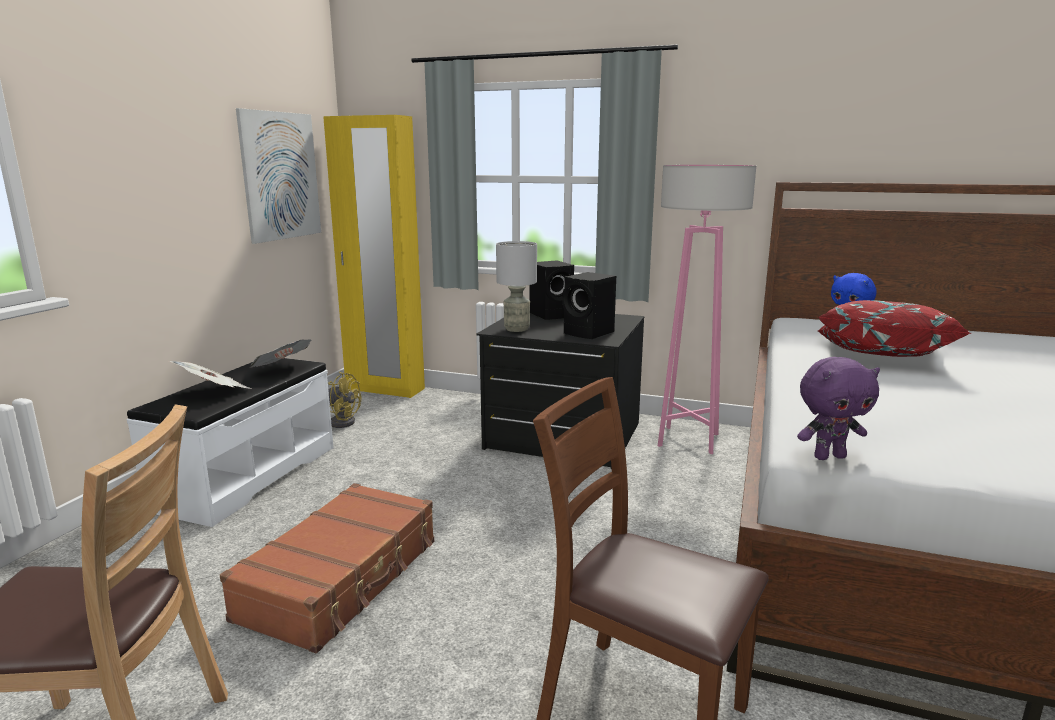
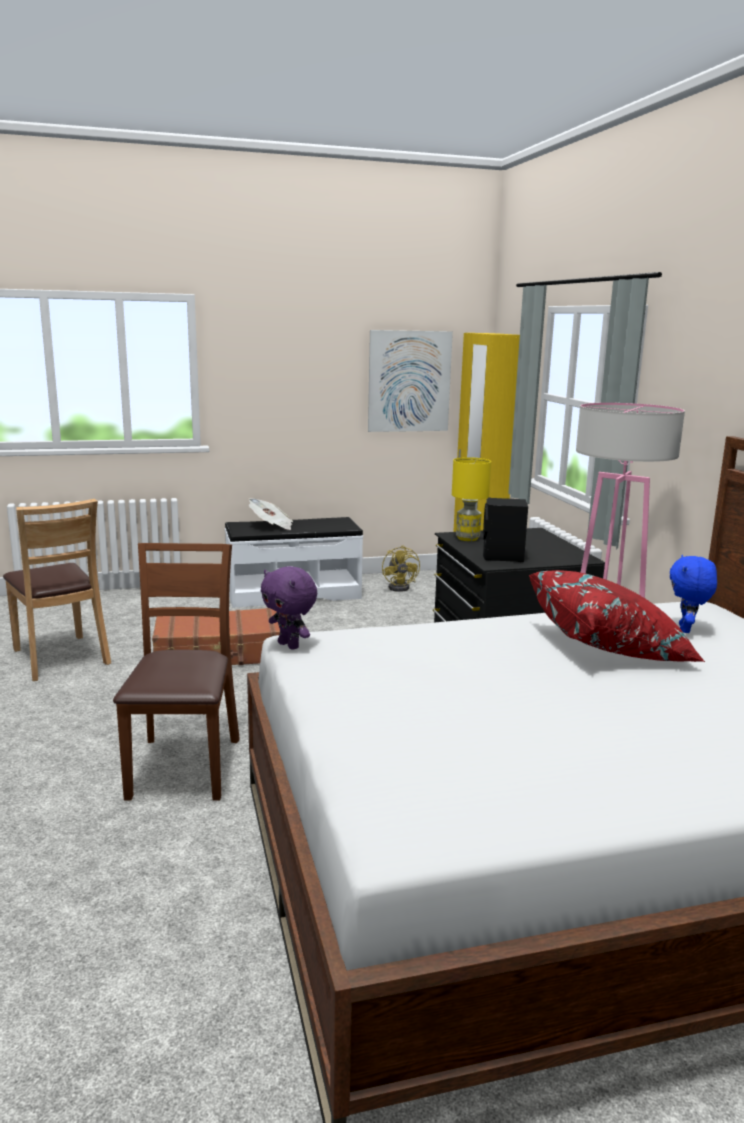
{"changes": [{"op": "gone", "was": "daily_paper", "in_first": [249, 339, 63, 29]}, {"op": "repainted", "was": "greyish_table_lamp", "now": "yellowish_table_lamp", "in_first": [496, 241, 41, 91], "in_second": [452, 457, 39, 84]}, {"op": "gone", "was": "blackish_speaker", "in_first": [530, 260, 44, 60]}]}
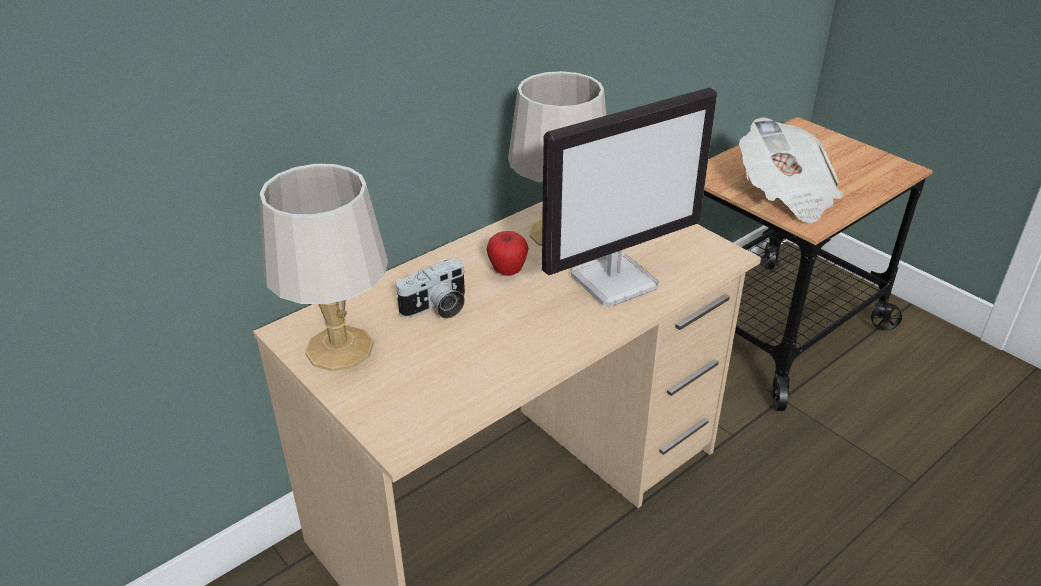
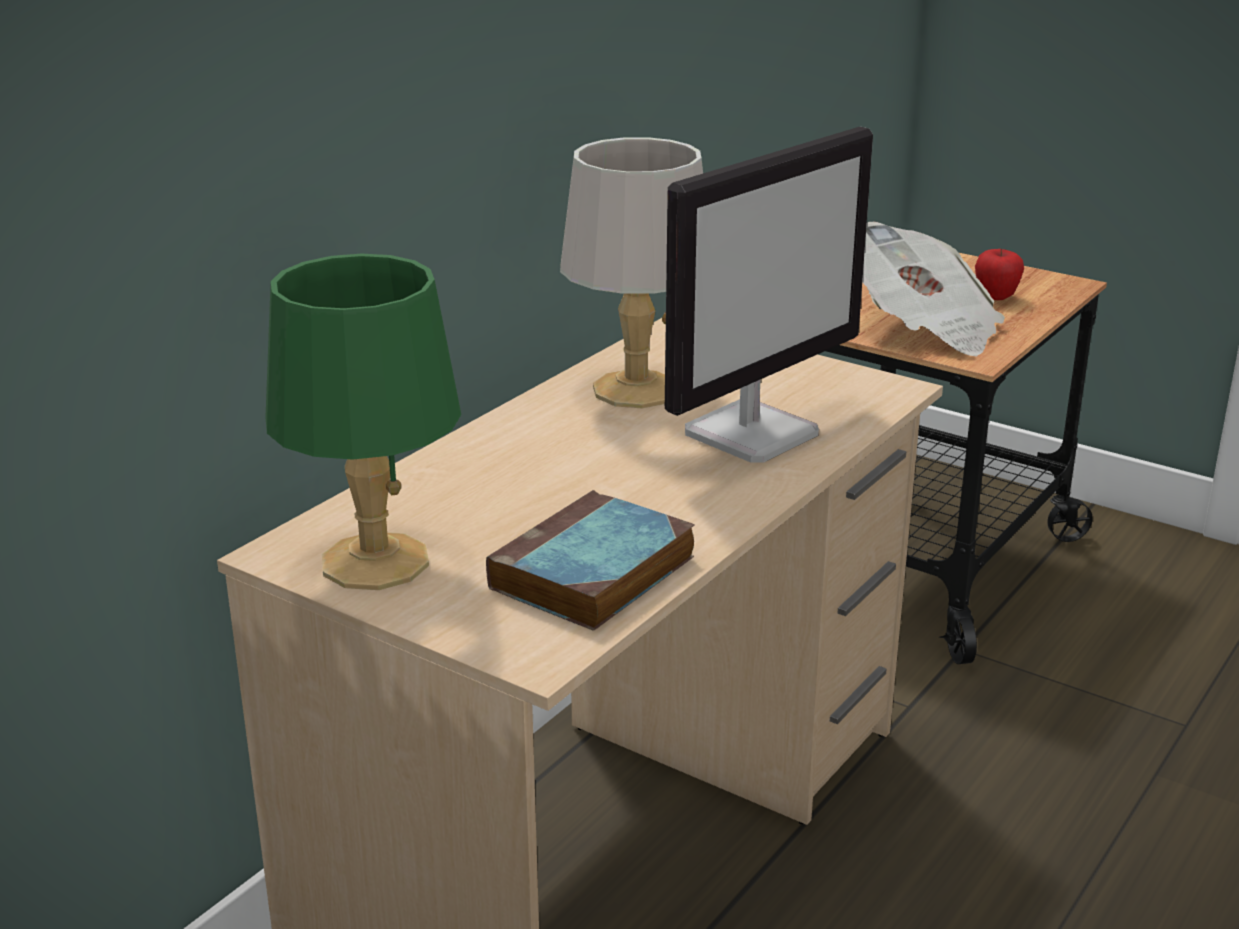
{"changes": [{"op": "repainted", "was": "greyish_table_lamp", "now": "green_table_lamp", "in_first": [260, 164, 128, 207], "in_second": [265, 254, 196, 336]}, {"op": "gone", "was": "photo_camera", "in_first": [395, 258, 70, 61]}, {"op": "shifted", "was": "apple_fruit", "in_first": [486, 231, 43, 45], "in_second": [975, 249, 49, 51]}, {"op": "new", "now": "bound_book", "in_second": [486, 490, 209, 141]}]}
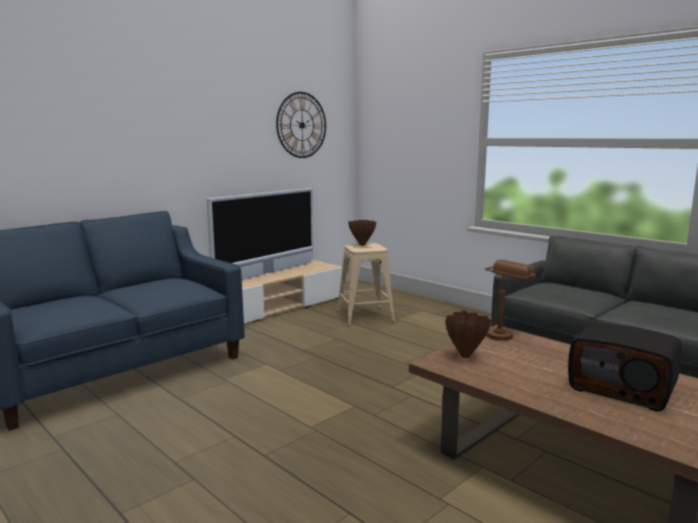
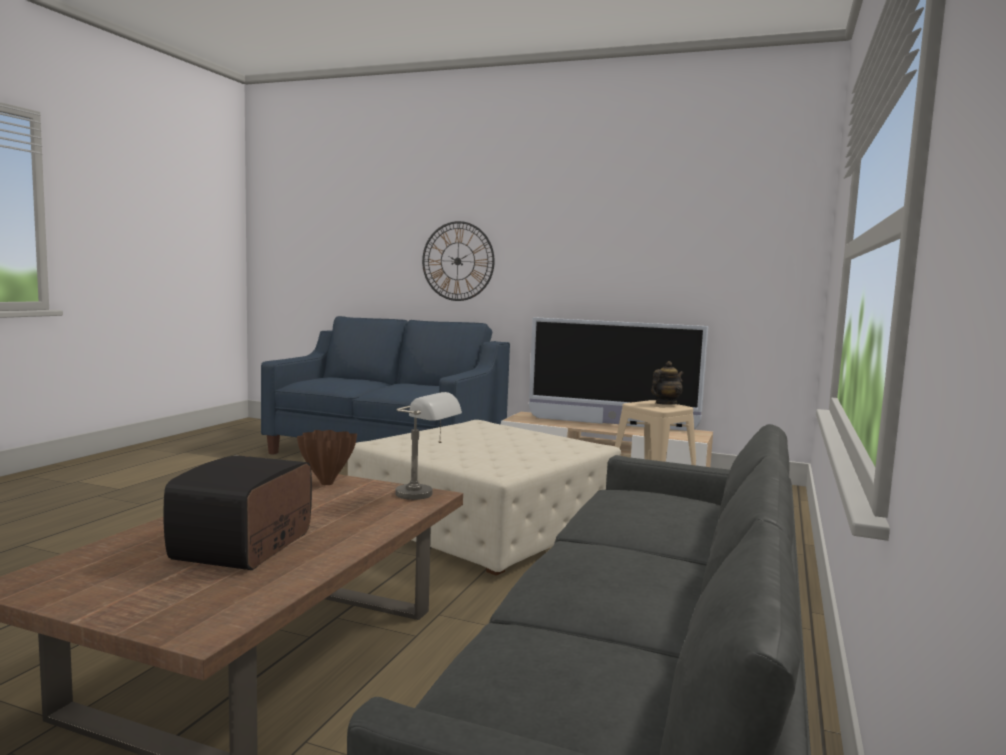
{"changes": [{"op": "shifted", "was": "wall_clock", "in_first": [276, 92, 50, 66], "in_second": [422, 221, 73, 80]}, {"op": "swapped", "was": "brown_flower_vase", "now": "teapot", "in_first": [348, 220, 28, 26], "in_second": [651, 361, 33, 44]}, {"op": "repainted", "was": "brown_table_lamp", "now": "greyish_table_lamp", "in_first": [485, 260, 51, 81], "in_second": [395, 392, 67, 108]}, {"op": "new", "now": "beige_footrest", "in_second": [348, 420, 273, 156]}]}
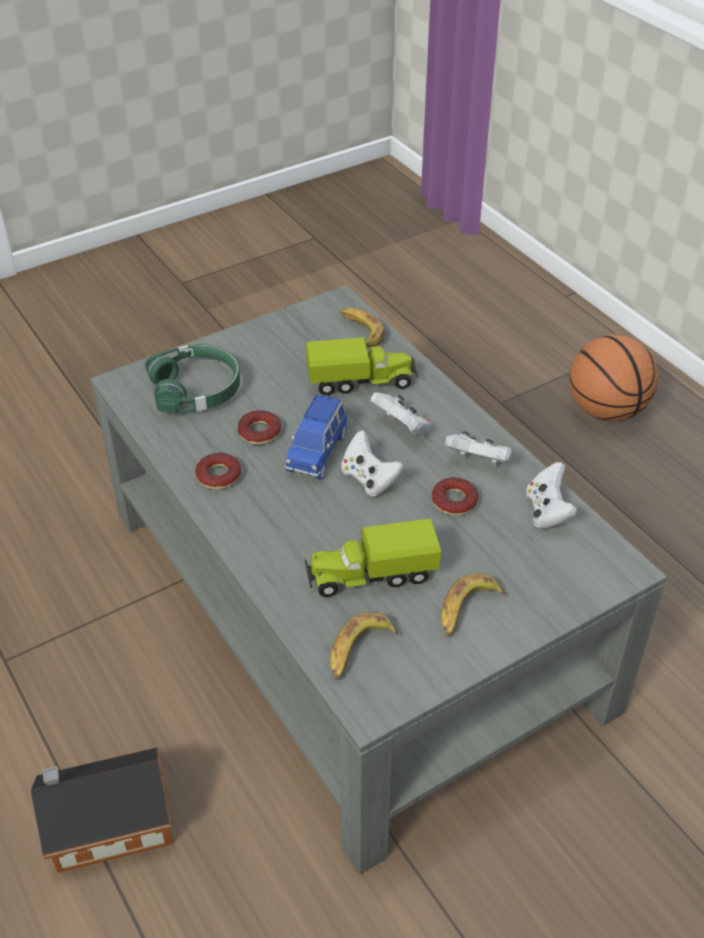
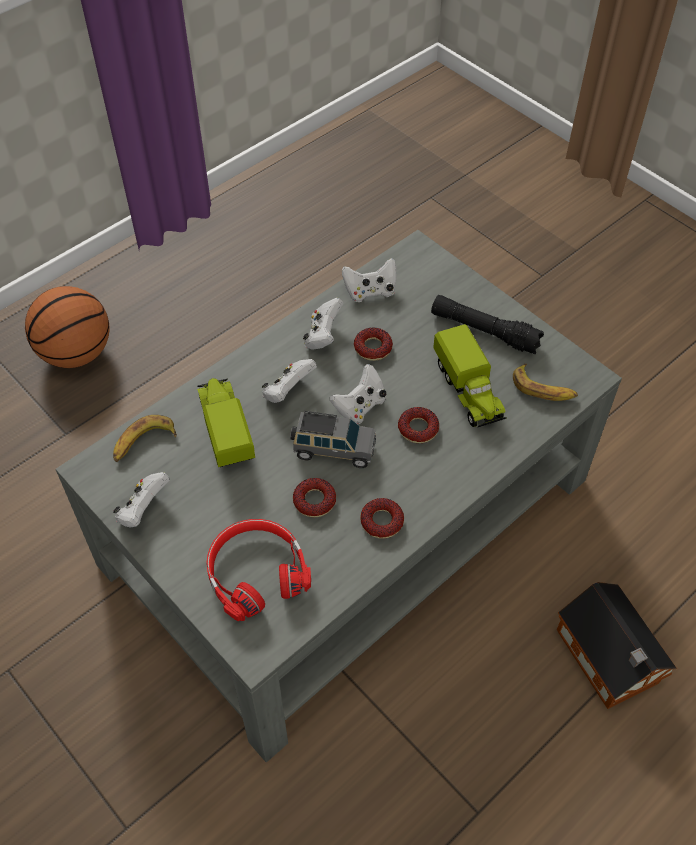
{"changes": [{"op": "repainted", "was": "green_pair_of_headphones", "now": "red-coloured_pair_of_headphones", "in_first": [145, 344, 95, 69], "in_second": [206, 519, 105, 102]}, {"op": "repainted", "was": "bluish_model_car", "now": "greyish_model_car", "in_first": [285, 394, 62, 85], "in_second": [291, 411, 85, 57]}, {"op": "swapped", "was": "banana", "now": "blackish_torch", "in_first": [441, 574, 64, 63], "in_second": [431, 295, 113, 59]}, {"op": "new", "now": "whitish_gamepad", "in_second": [113, 472, 57, 55]}, {"op": "new", "now": "doughnut", "in_second": [398, 407, 41, 36]}]}
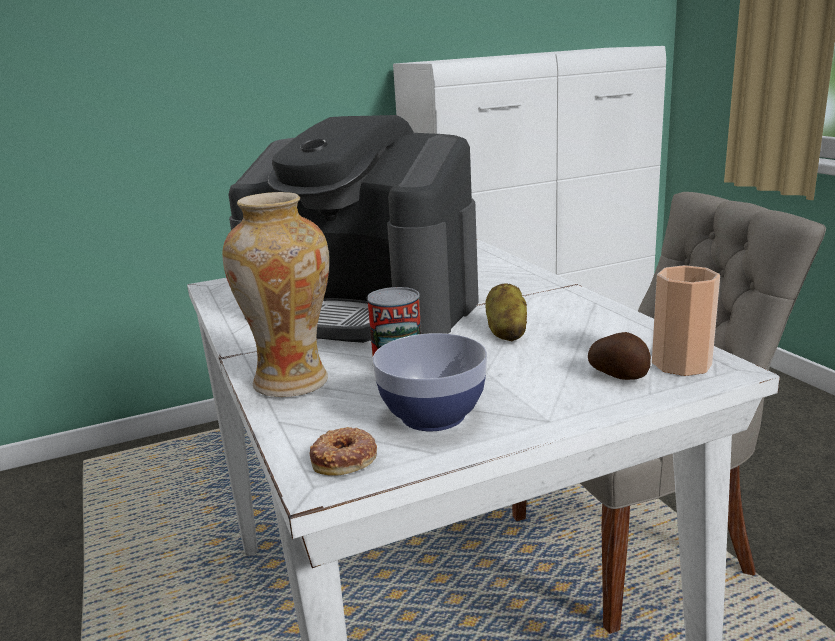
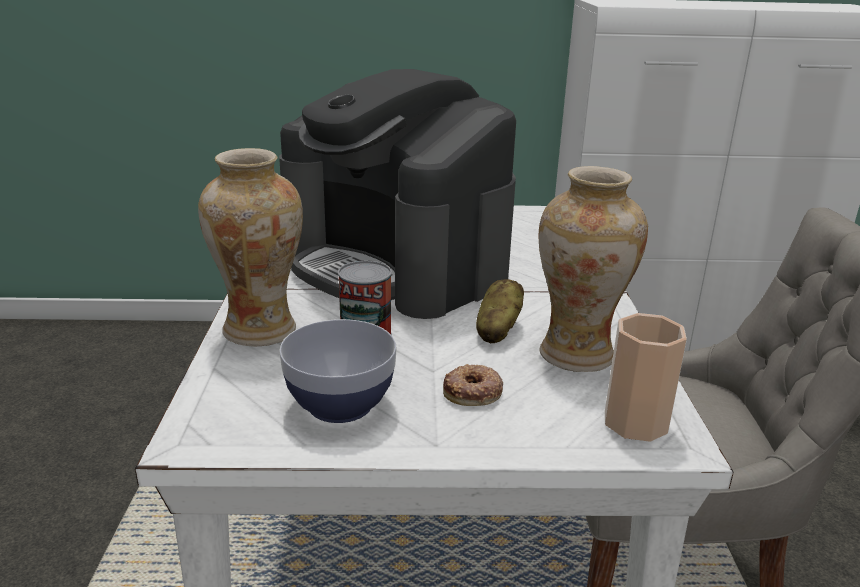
{"changes": [{"op": "shifted", "was": "doughnut", "in_first": [309, 427, 68, 49], "in_second": [443, 364, 60, 42]}, {"op": "gone", "was": "whole_potato", "in_first": [588, 332, 63, 48]}, {"op": "new", "now": "flower_vase", "in_second": [539, 166, 109, 206]}]}
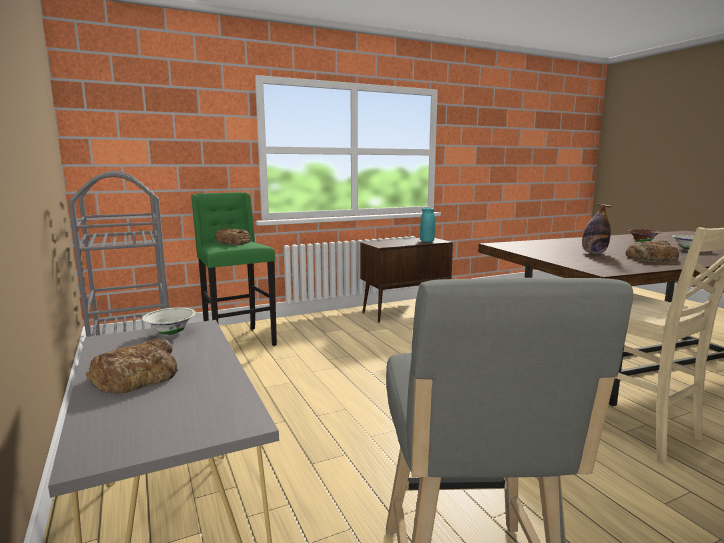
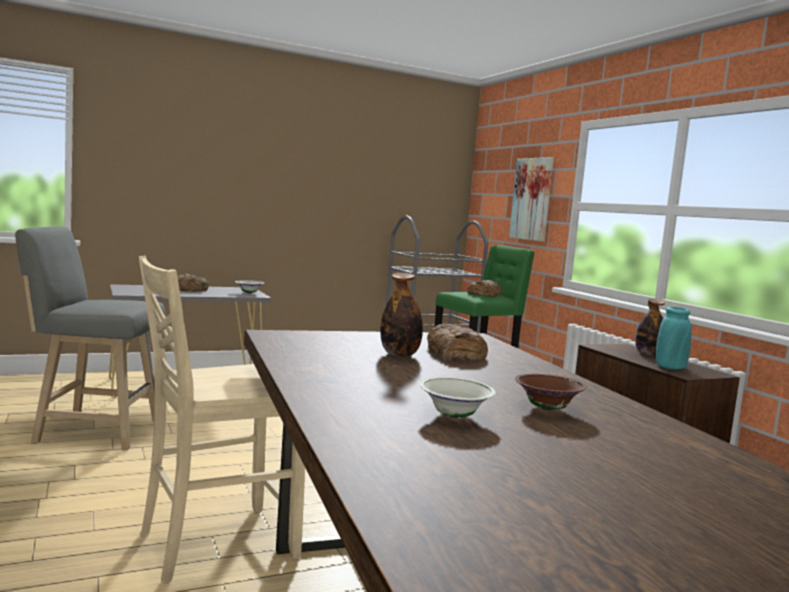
{"changes": [{"op": "shifted", "was": "bread", "in_first": [626, 241, 53, 21], "in_second": [427, 324, 61, 37]}, {"op": "new", "now": "picture", "in_second": [509, 157, 45, 85]}, {"op": "new", "now": "bottle", "in_second": [635, 299, 30, 57]}]}
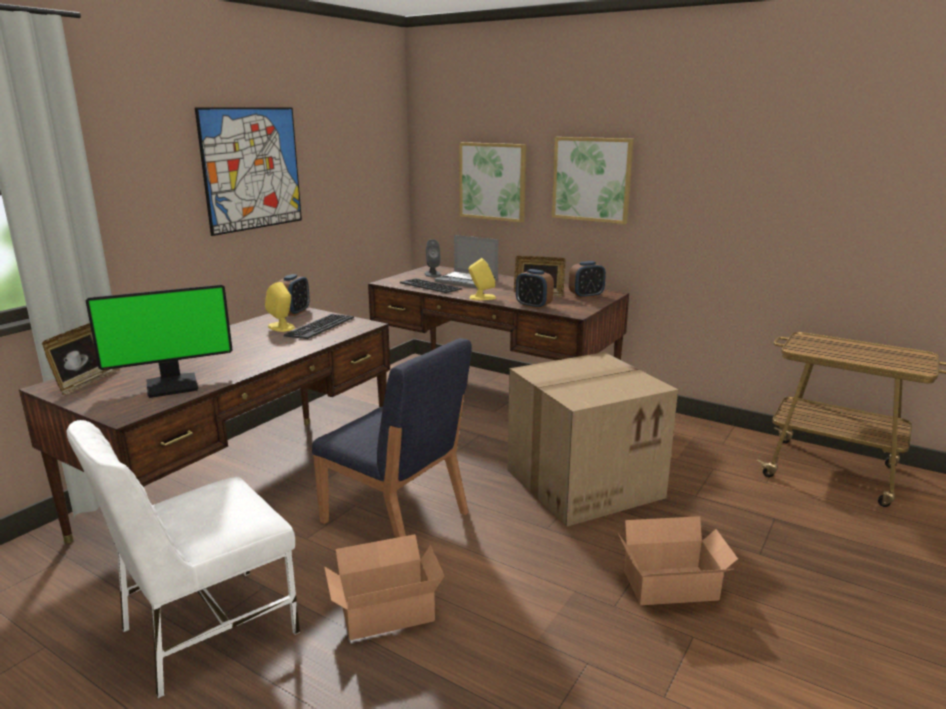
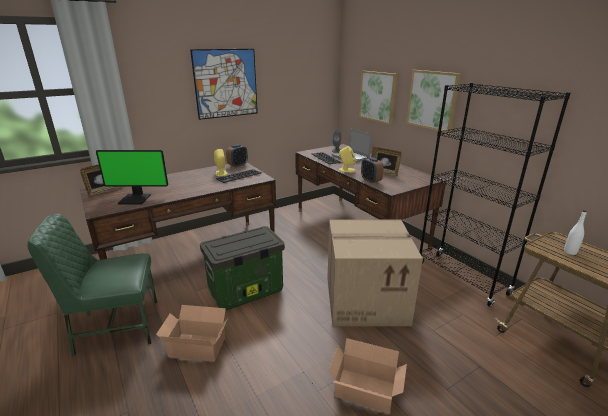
{"changes": [{"op": "repainted", "was": "whitish_plain_chair", "now": "green_plain_chair", "in_first": [66, 420, 234, 278], "in_second": [27, 214, 130, 142]}, {"op": "swapped", "was": "bluish_plain_chair", "now": "storage_bin", "in_first": [312, 338, 160, 200], "in_second": [200, 226, 85, 85]}, {"op": "gone", "was": "alarm_clock", "in_first": [569, 261, 37, 37]}, {"op": "new", "now": "blackish_bookshelf", "in_second": [419, 83, 152, 224]}, {"op": "new", "now": "whitish_bottle", "in_second": [564, 210, 23, 45]}]}
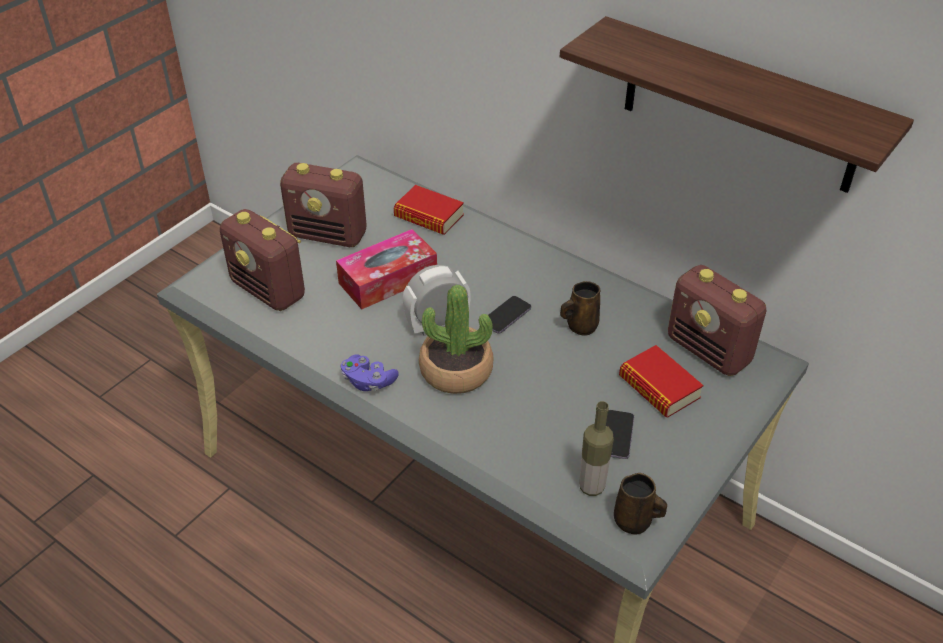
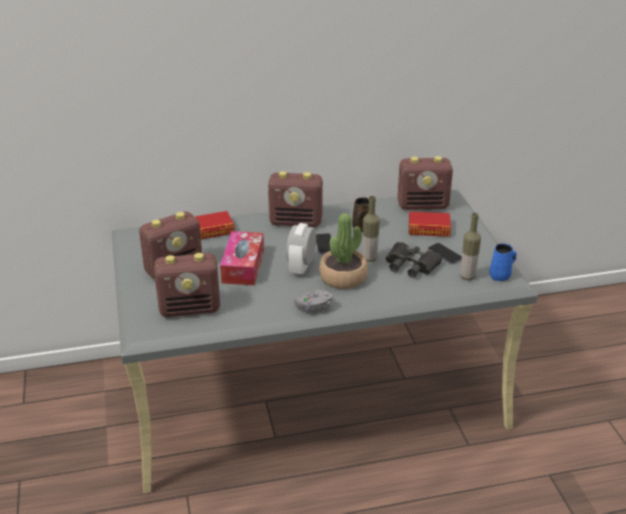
{"changes": [{"op": "repainted", "was": "purple-coloured_gamepad", "now": "greyish_gamepad", "in_first": [341, 354, 58, 37], "in_second": [294, 290, 38, 23]}, {"op": "gone", "was": "shelf", "in_first": [560, 16, 354, 177]}, {"op": "repainted", "was": "brown_mug", "now": "bluish_mug", "in_first": [614, 473, 53, 62], "in_second": [489, 243, 28, 38]}, {"op": "new", "now": "radio_set", "in_second": [268, 171, 55, 56]}, {"op": "new", "now": "bottle", "in_second": [362, 196, 18, 66]}, {"op": "new", "now": "blackish_field_glasses", "in_second": [385, 242, 57, 36]}]}
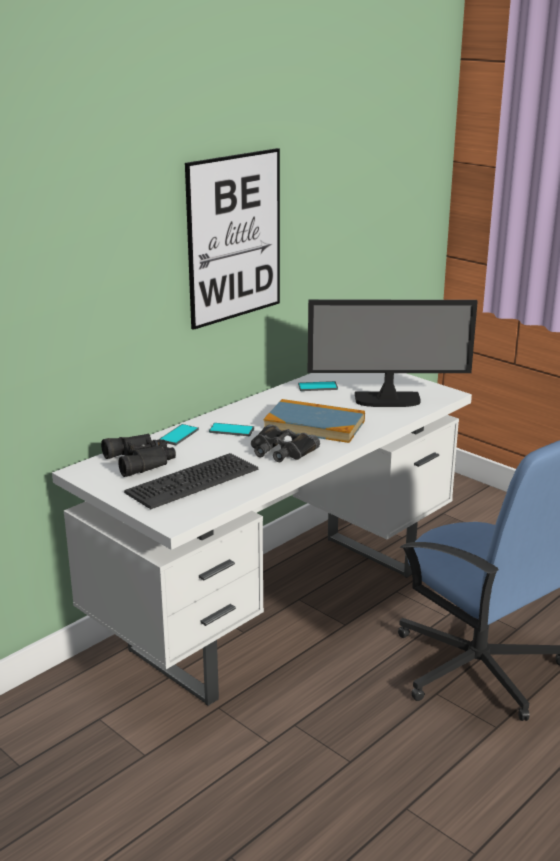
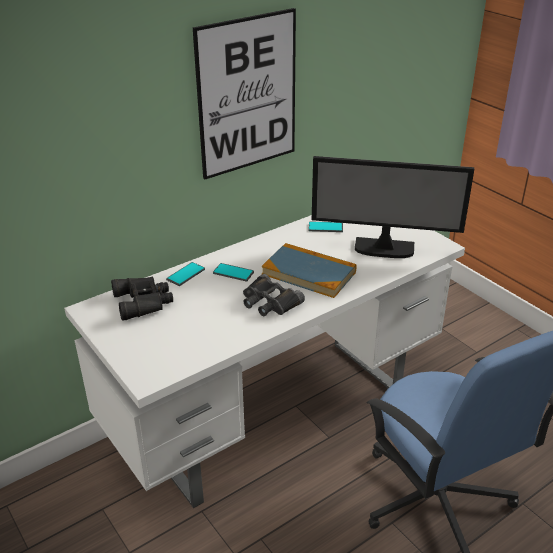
{"changes": [{"op": "gone", "was": "PC_keyboard", "in_first": [124, 453, 135, 56]}]}
